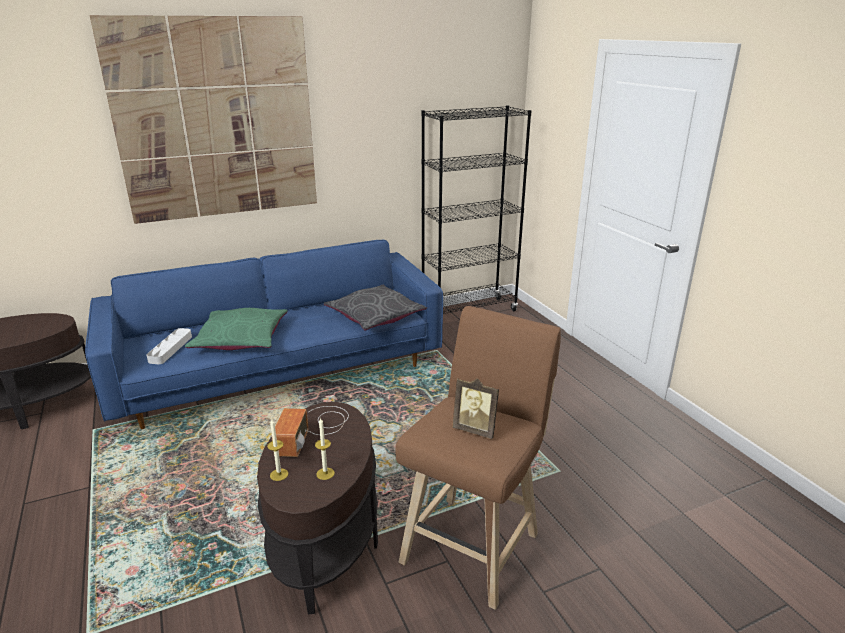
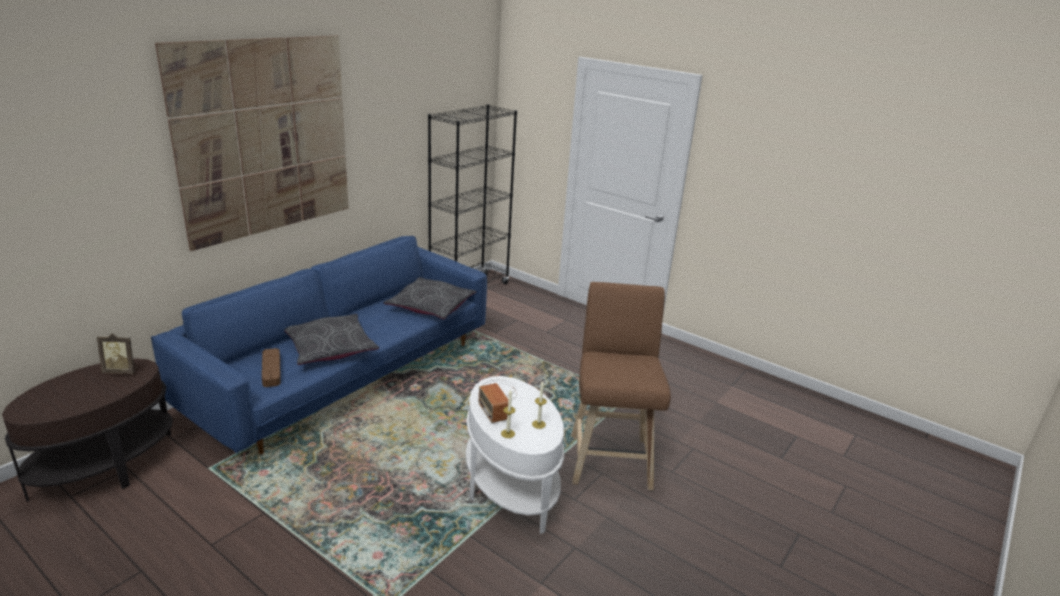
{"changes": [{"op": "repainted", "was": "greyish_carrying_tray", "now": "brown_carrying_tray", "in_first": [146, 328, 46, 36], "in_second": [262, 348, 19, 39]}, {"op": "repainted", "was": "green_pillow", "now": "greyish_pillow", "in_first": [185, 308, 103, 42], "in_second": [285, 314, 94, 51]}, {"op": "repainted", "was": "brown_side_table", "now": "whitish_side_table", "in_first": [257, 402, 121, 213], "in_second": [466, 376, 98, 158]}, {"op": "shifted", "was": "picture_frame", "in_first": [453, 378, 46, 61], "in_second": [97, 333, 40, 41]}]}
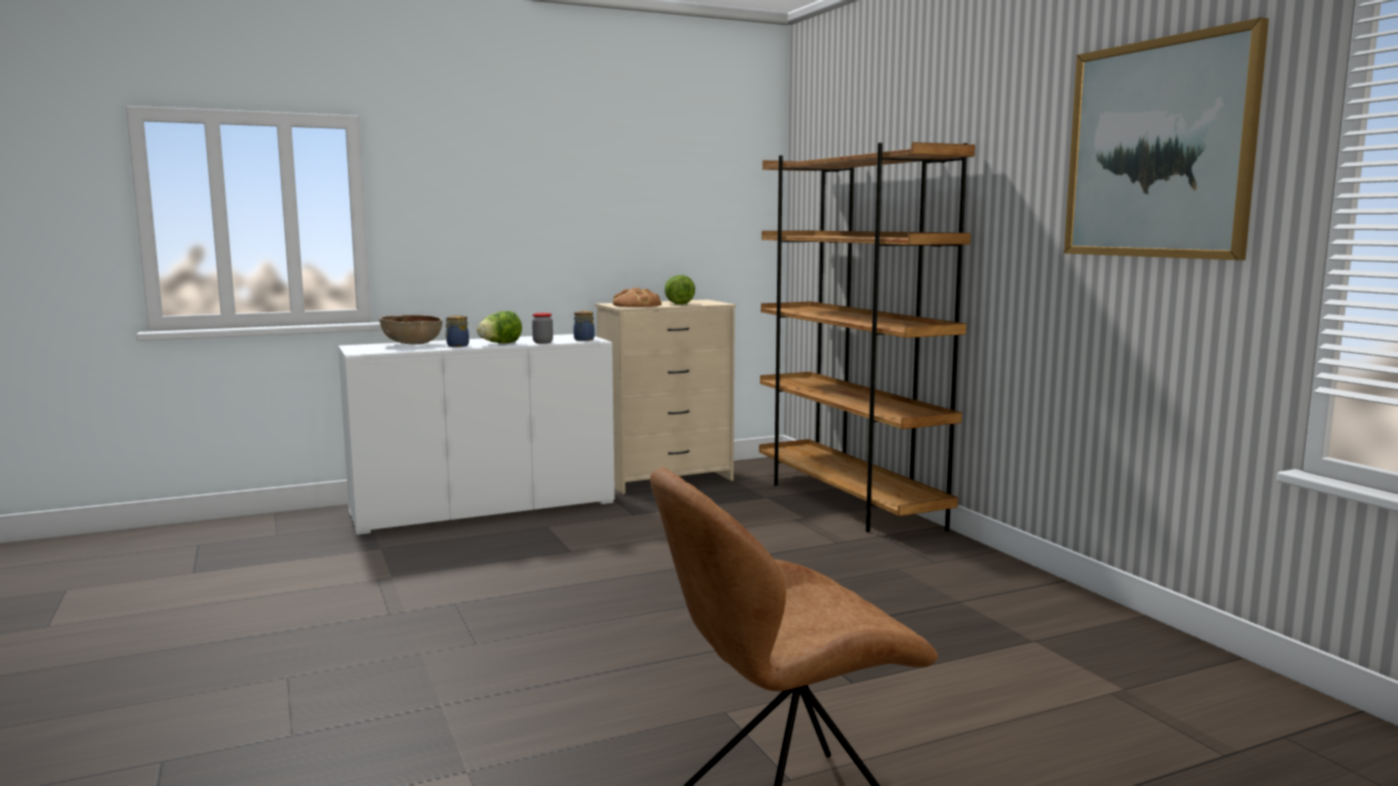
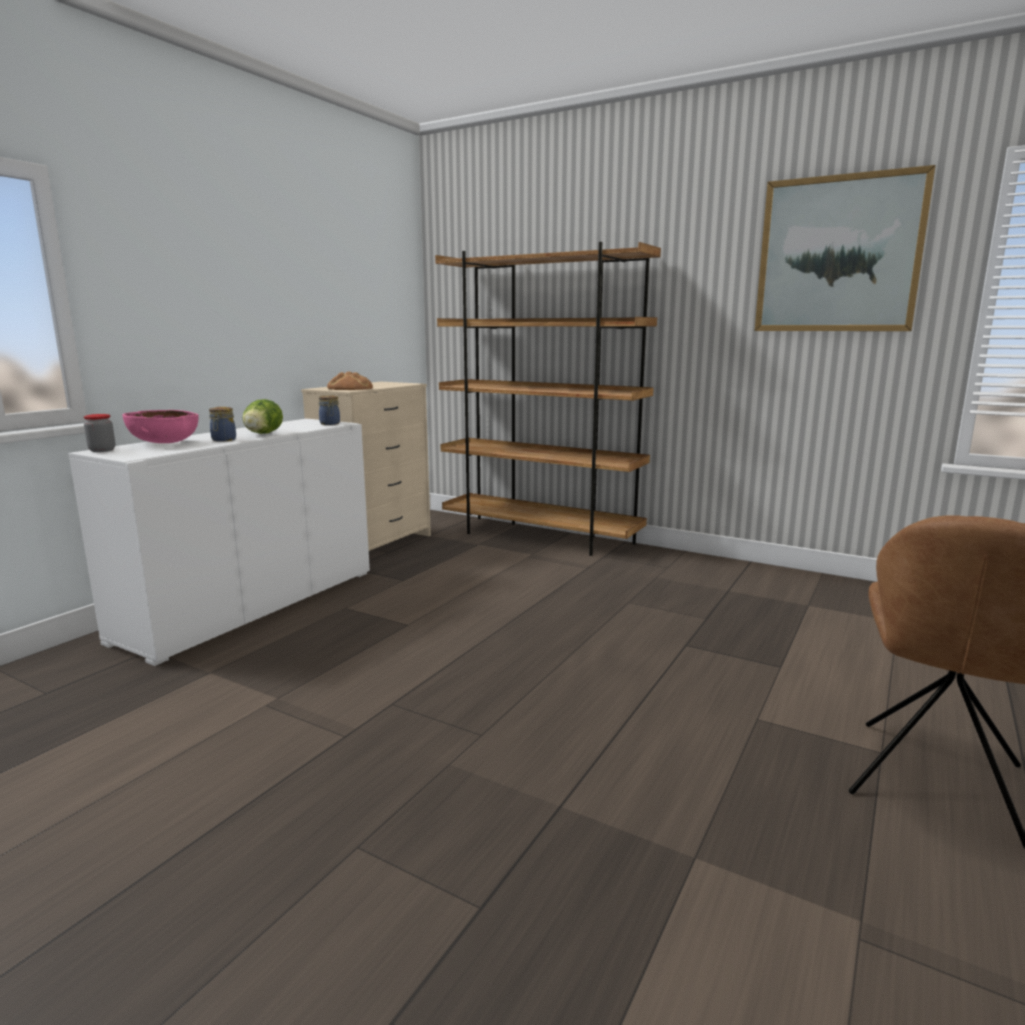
{"changes": [{"op": "repainted", "was": "brown_bowl", "now": "pink_bowl", "in_first": [380, 315, 62, 30], "in_second": [122, 410, 77, 33]}, {"op": "shifted", "was": "jar", "in_first": [532, 313, 21, 31], "in_second": [84, 414, 31, 38]}, {"op": "gone", "was": "head_of_lettuce", "in_first": [665, 275, 30, 30]}]}
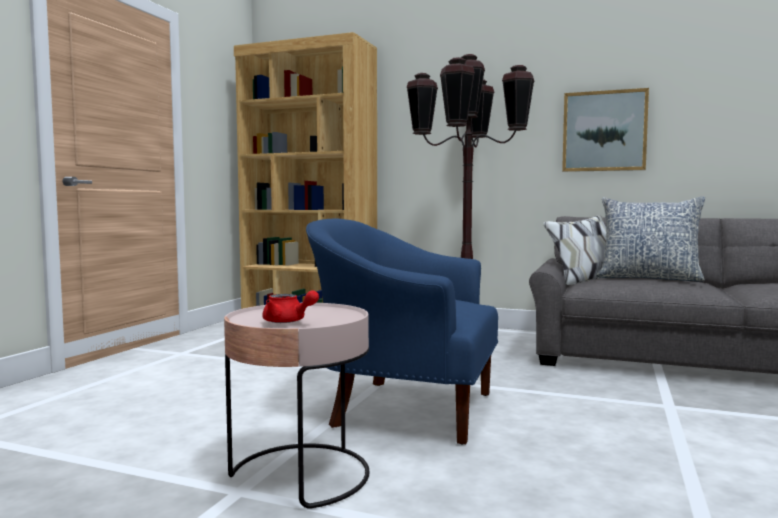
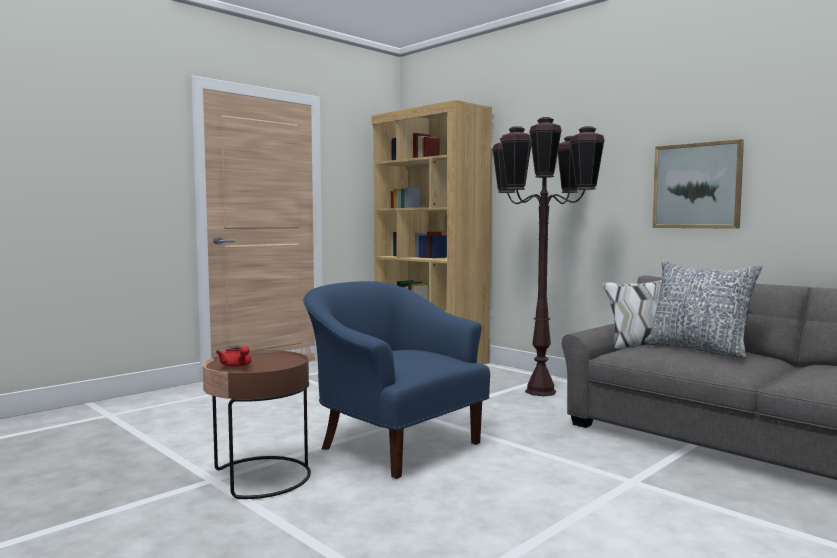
{"changes": [{"op": "repainted", "was": "pink_side_table", "now": "brown_side_table", "in_first": [224, 303, 146, 206], "in_second": [203, 350, 108, 149]}]}
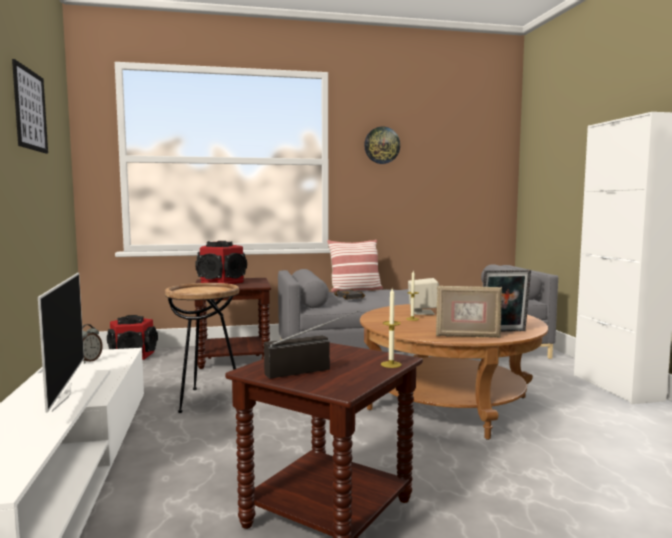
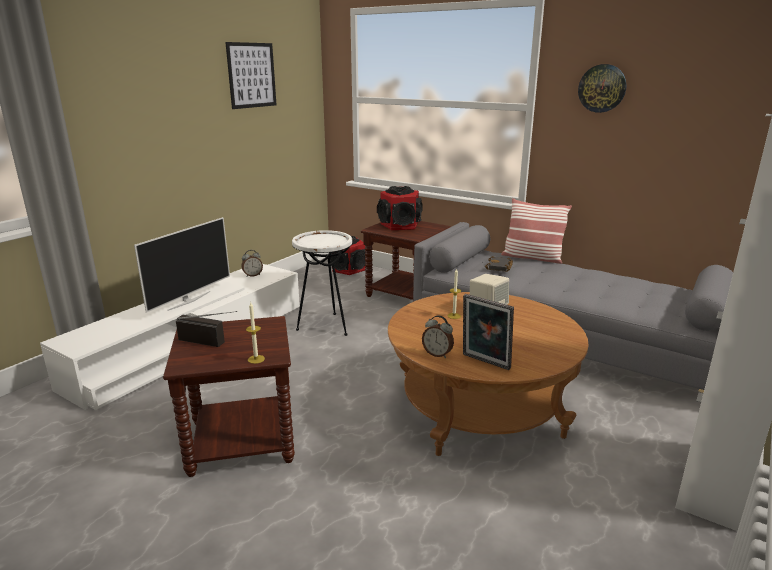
{"changes": [{"op": "repainted", "was": "brown_side_table", "now": "whitish_side_table", "in_first": [165, 283, 74, 130], "in_second": [292, 230, 60, 106]}, {"op": "swapped", "was": "picture_frame", "now": "alarm_clock", "in_first": [436, 286, 66, 52], "in_second": [422, 315, 32, 43]}]}
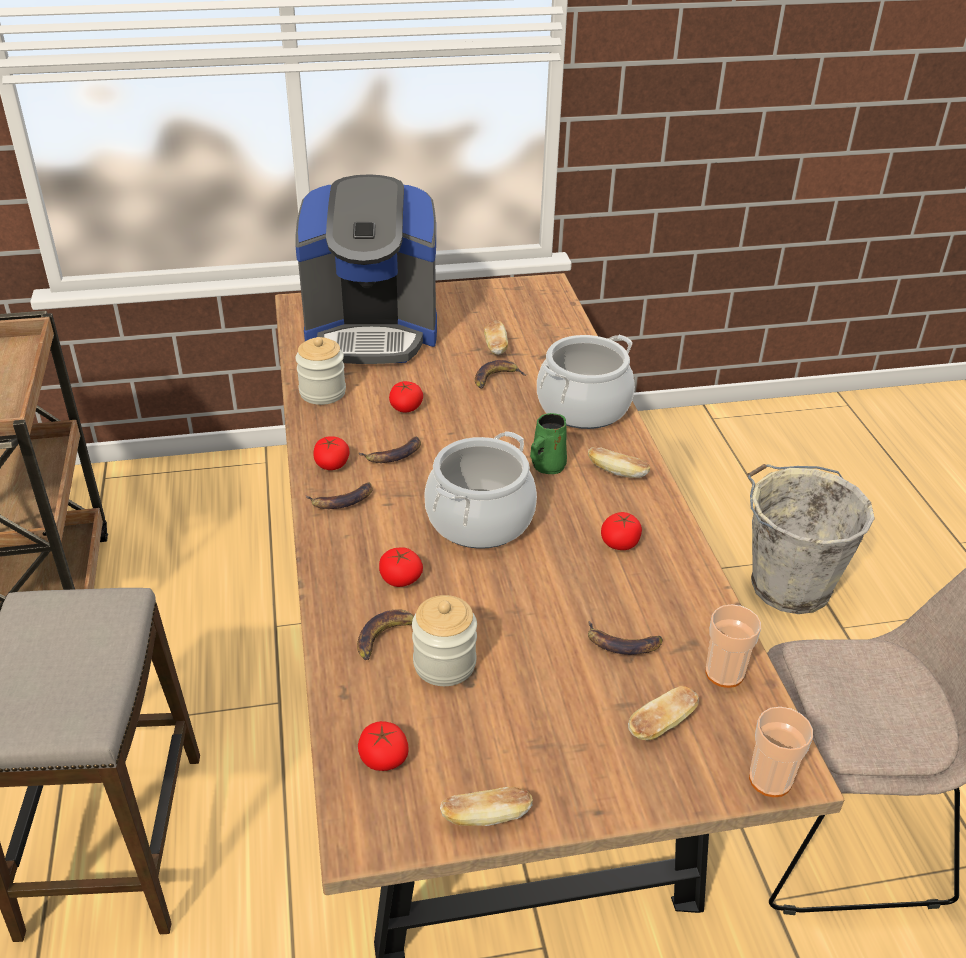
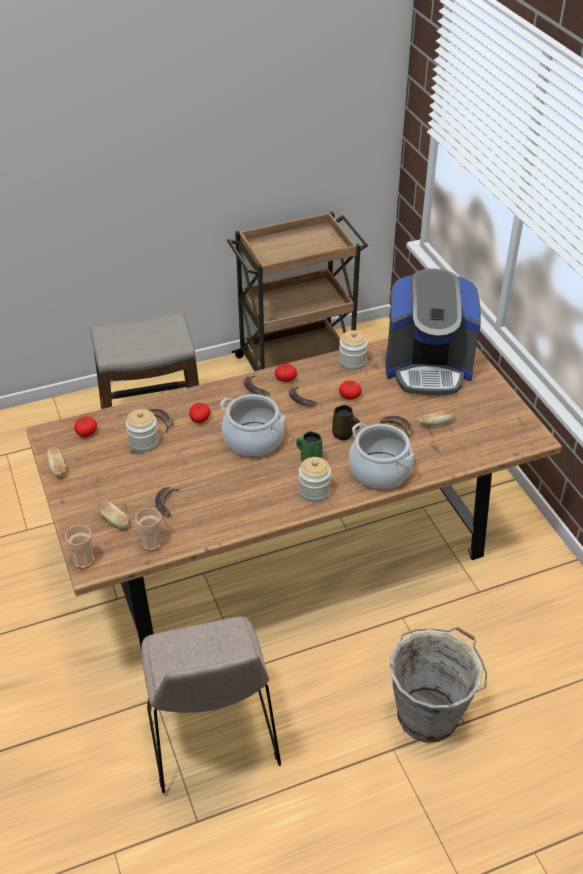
{"changes": [{"op": "rotated", "was": "coffee_maker", "in_first": [295, 174, 142, 190], "in_second": [386, 268, 95, 127], "clockwise": -75}, {"op": "swapped", "was": "bread", "now": "jar", "in_first": [588, 447, 62, 31], "in_second": [298, 457, 33, 45]}, {"op": "gone", "was": "whole_tomato", "in_first": [601, 512, 41, 38]}, {"op": "new", "now": "brown_mug", "in_second": [332, 405, 28, 35]}]}
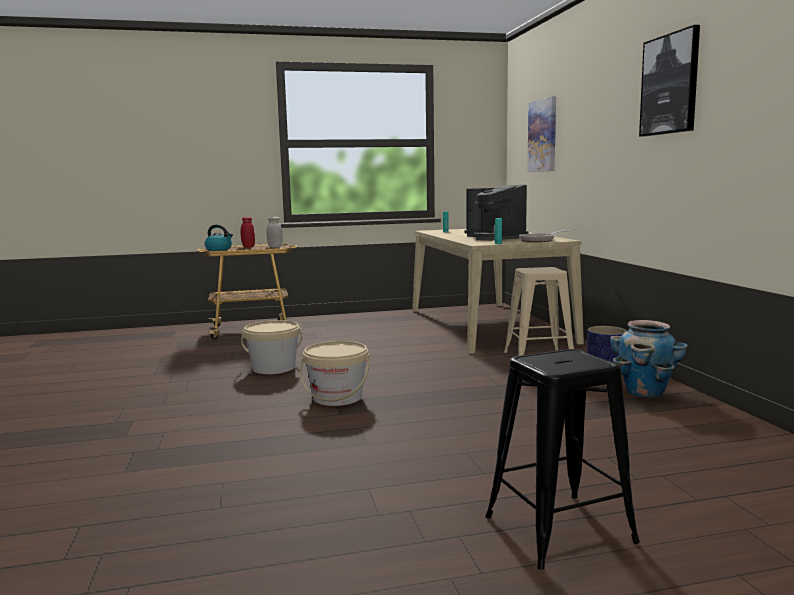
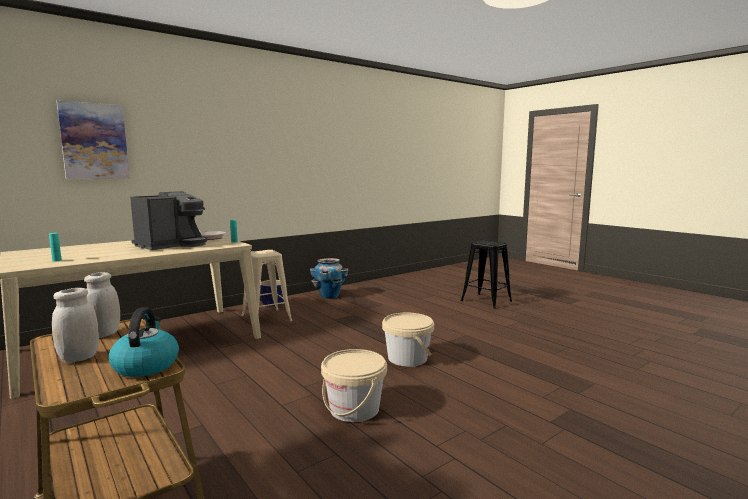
{"changes": [{"op": "repainted", "was": "red-coloured_jar", "now": "whitish_jar", "in_first": [241, 217, 14, 30], "in_second": [52, 288, 47, 75]}, {"op": "gone", "was": "picture", "in_first": [639, 25, 61, 112]}]}
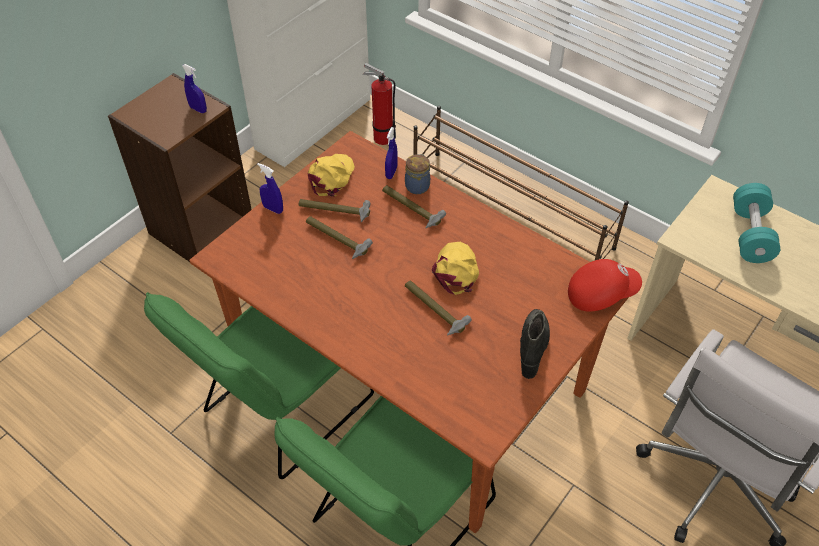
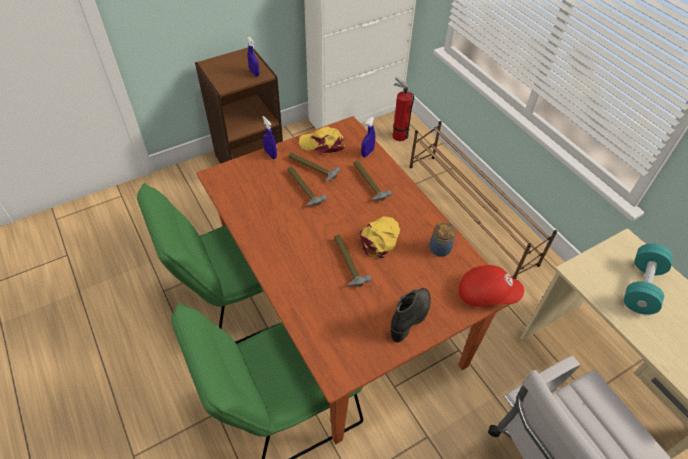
{"changes": [{"op": "rotated", "was": "yellowish_peaked_cap", "in_first": [308, 154, 47, 42], "in_second": [299, 126, 46, 27], "clockwise": -120}, {"op": "shifted", "was": "jar", "in_first": [405, 154, 25, 40], "in_second": [429, 222, 27, 35]}]}
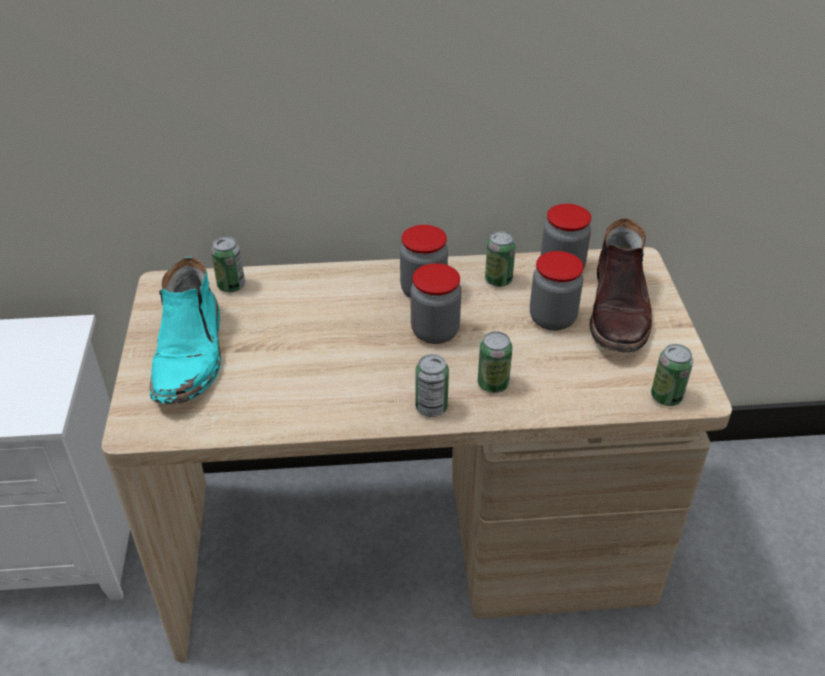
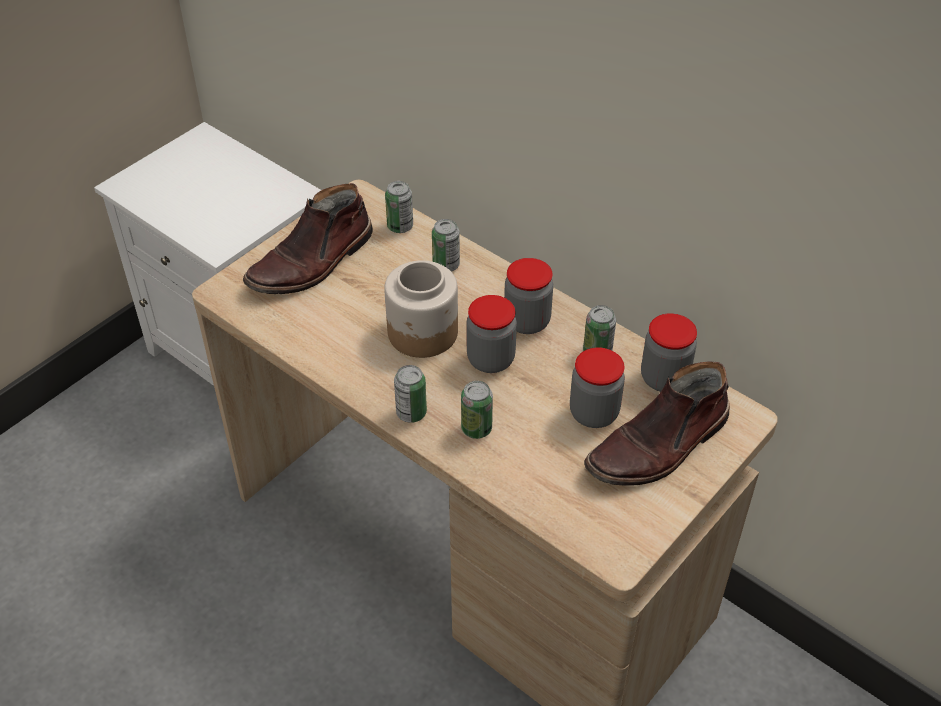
{"changes": [{"op": "repainted", "was": "turquoise-coloured_high-top_boot", "now": "brown_high-top_boot", "in_first": [150, 257, 71, 147], "in_second": [243, 183, 130, 111]}, {"op": "shifted", "was": "metal_can", "in_first": [651, 344, 42, 62], "in_second": [432, 219, 28, 53]}, {"op": "new", "now": "jar", "in_second": [384, 261, 74, 97]}]}
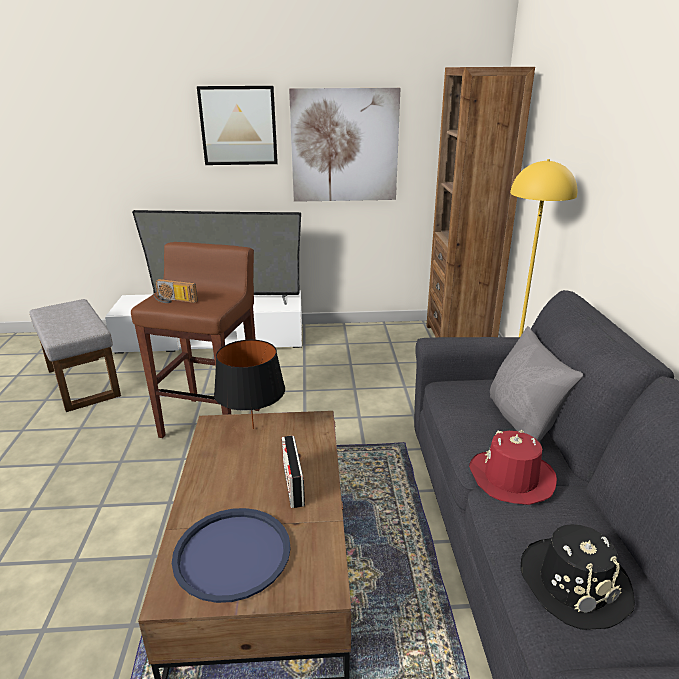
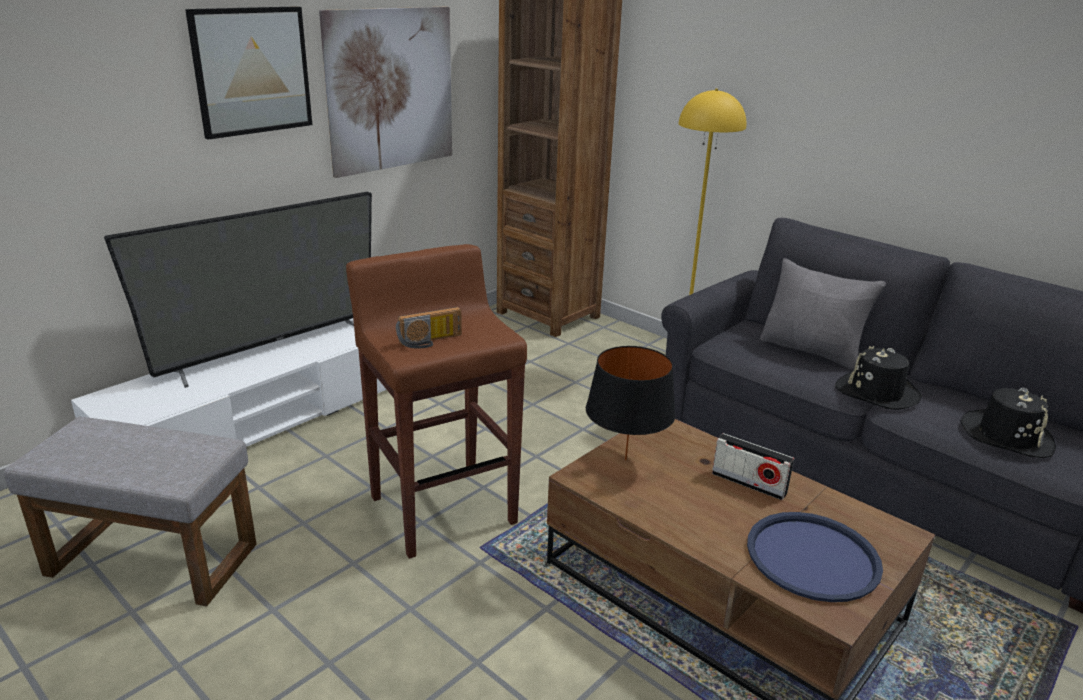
{"changes": [{"op": "repainted", "was": "red-coloured_wearable_hat", "now": "blackish_wearable_hat", "in_first": [469, 430, 88, 75], "in_second": [835, 346, 87, 64]}]}
